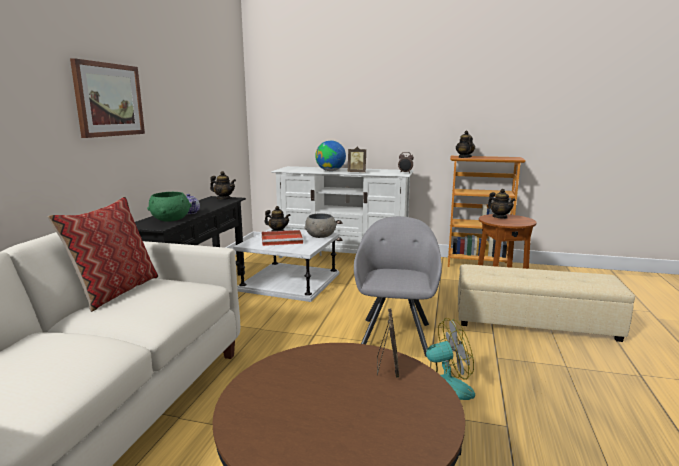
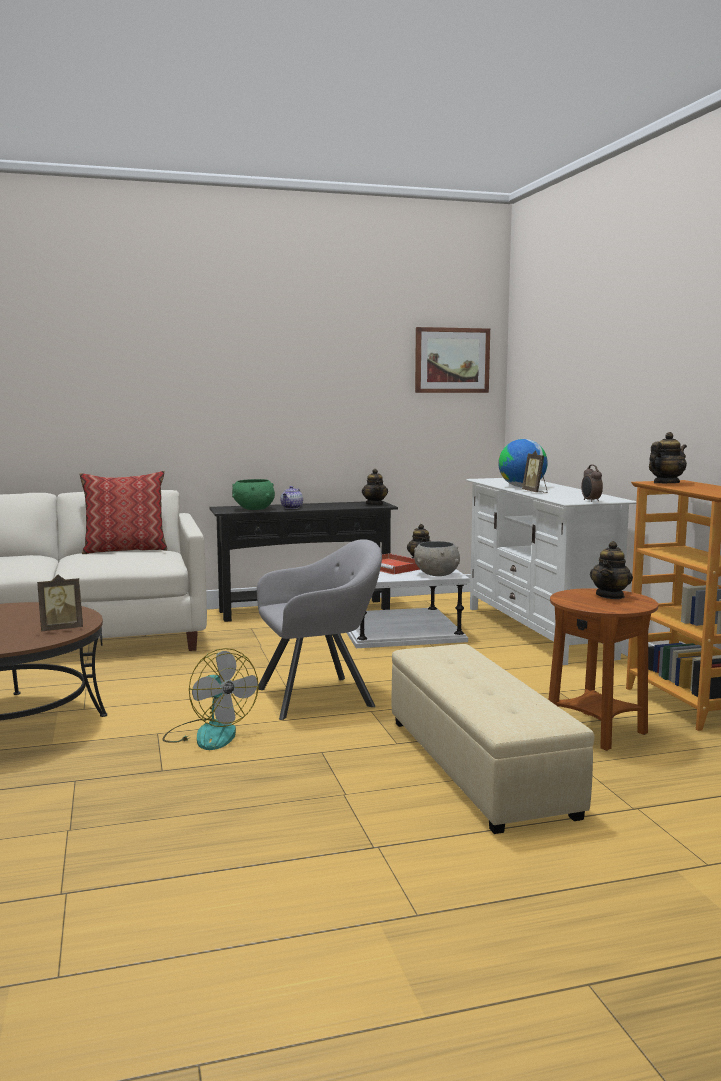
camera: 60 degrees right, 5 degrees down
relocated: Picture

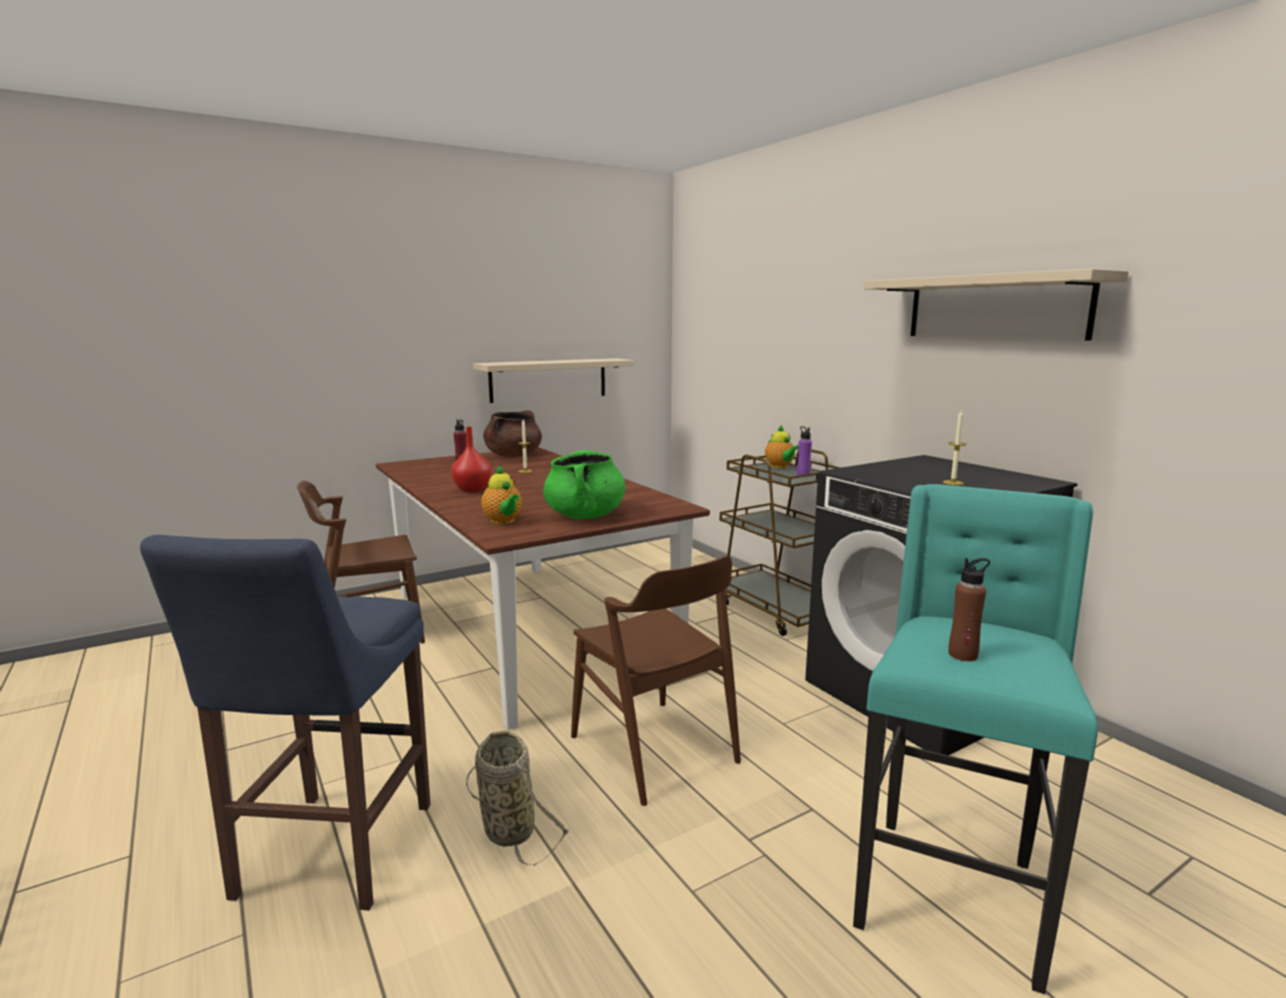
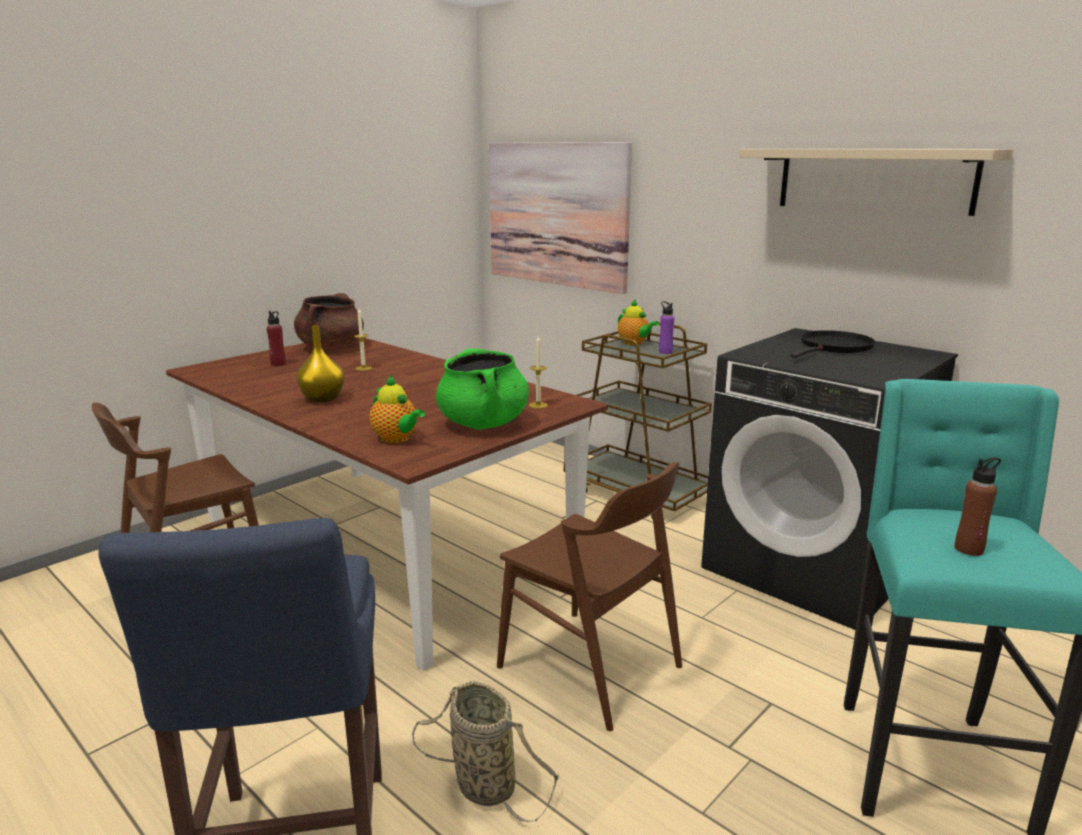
camera: 15 degrees left, 5 degrees up
missing: BeigeShelf (no. 1 from left)
appeared: Picture; BlackFryingPan
relocated: Candle (no. 2 from left)
colour: RedVase to YellowVase

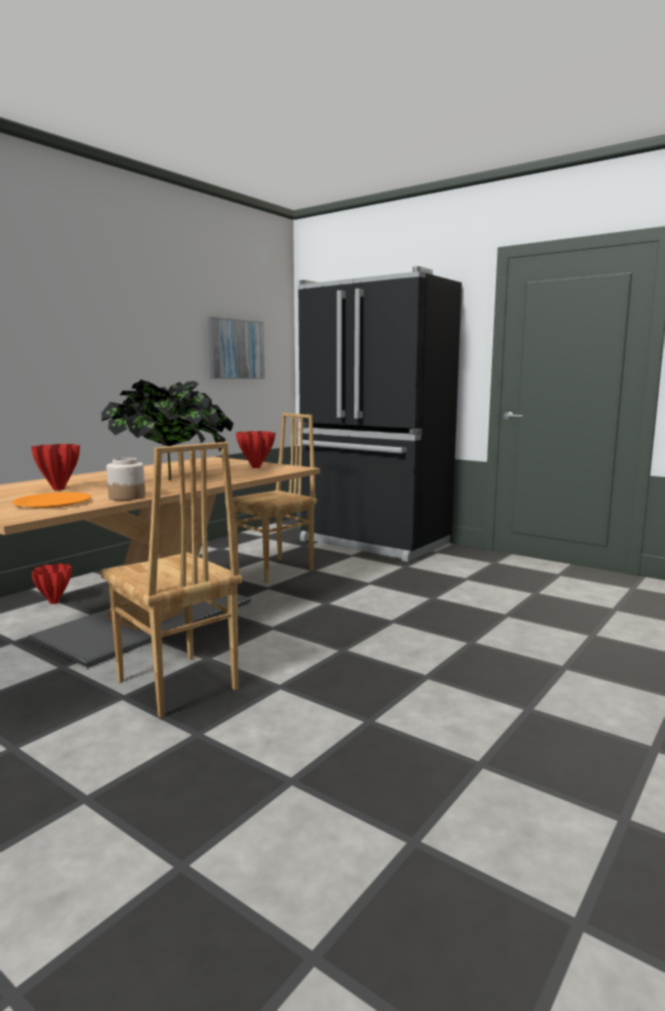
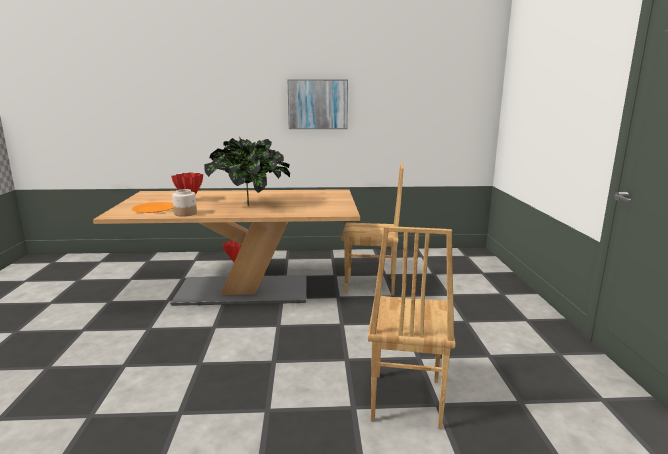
camera: 50 degrees right, 5 degrees up
missing: BlackFridge; RedVase (no. 3 from left)
relocated: Picture; BrownChair (no. 1 from left in the first image) to BrownChair (no. 2 from left)

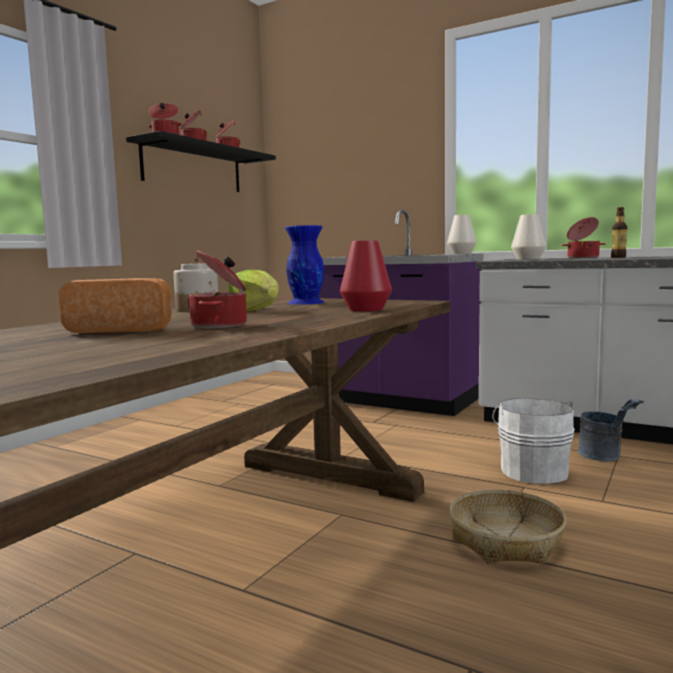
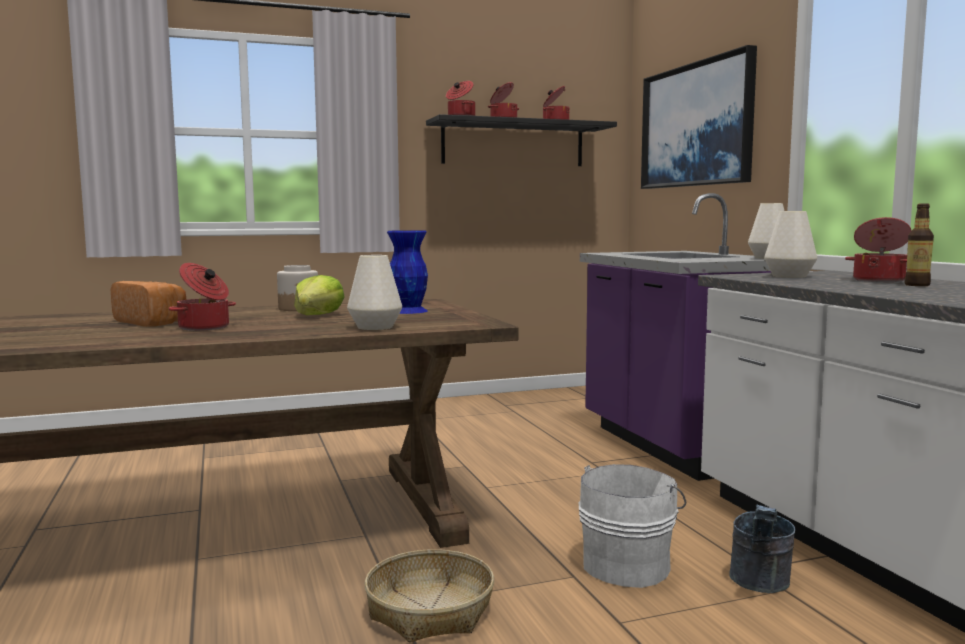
camera: 40 degrees right, 0 degrees up
appeared: Picture
colour: RedVase to WhiteVase (no. 1 from left)

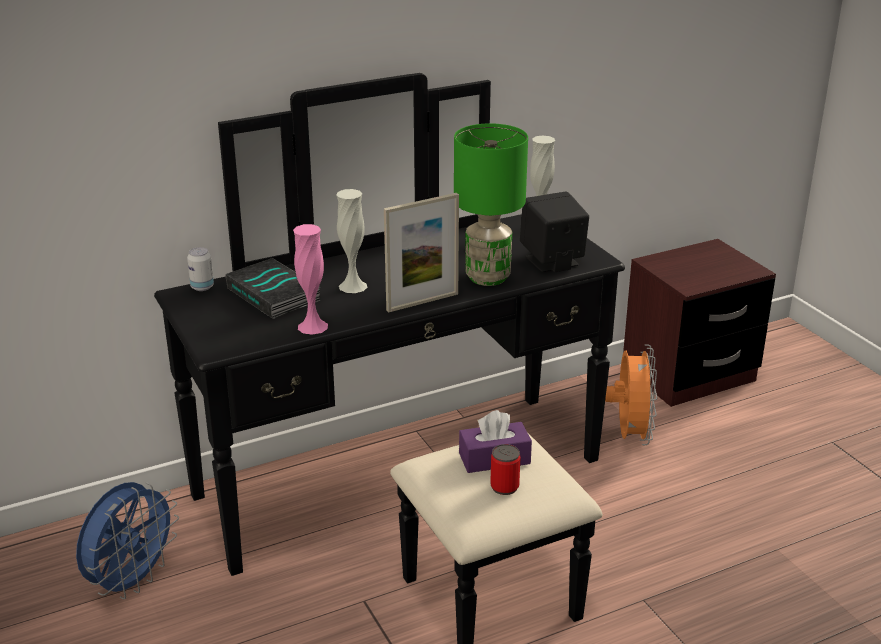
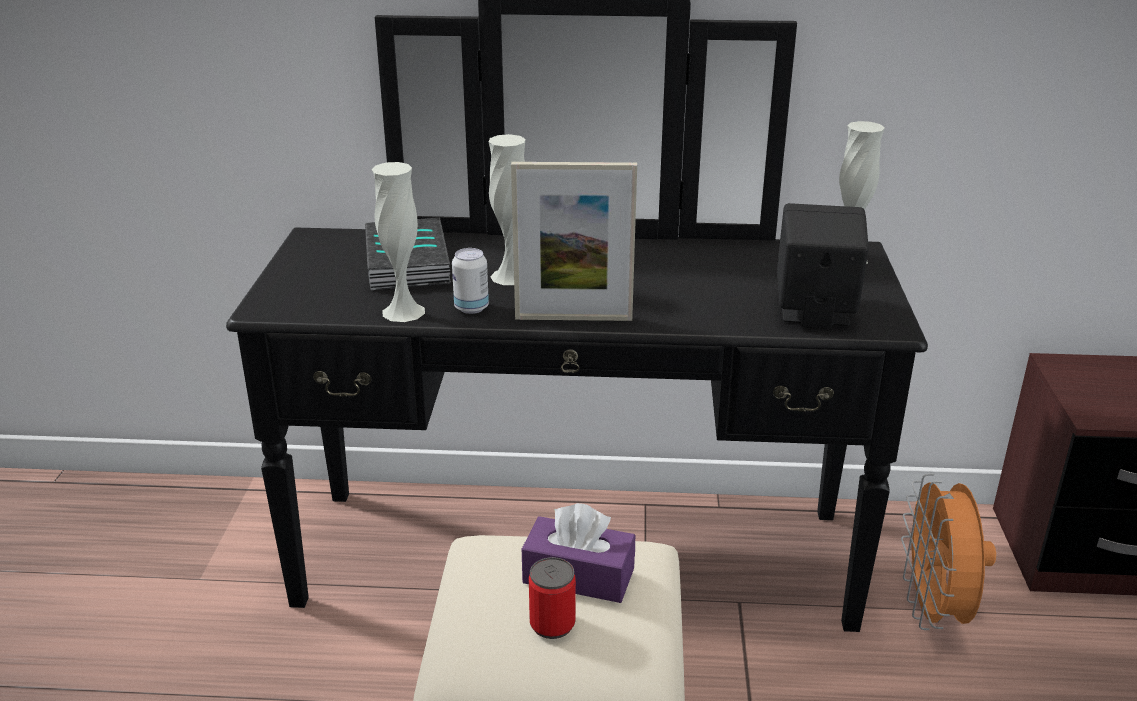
camera: 30 degrees right, 0 degrees up
missing: GreenTableLamp; BlueFan
relocated: Can (no. 1 from left)
colour: PinkVase to WhiteVase (no. 1 from left)
spun: OrangeFan 150 degrees clockwise

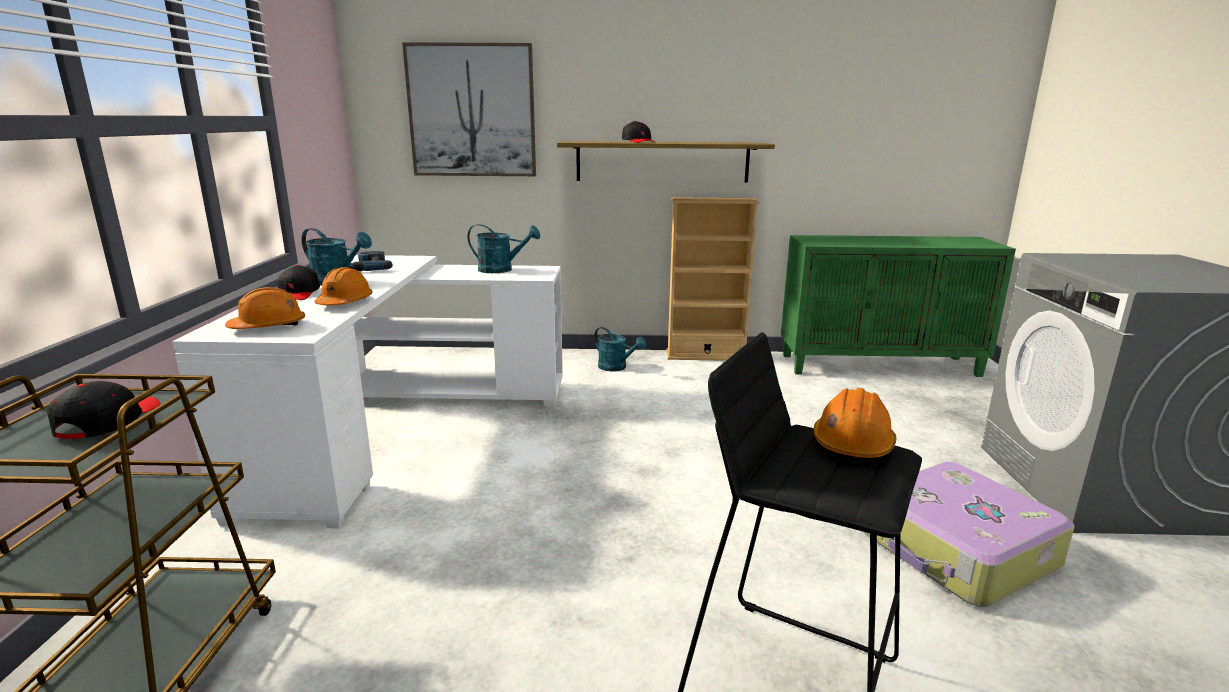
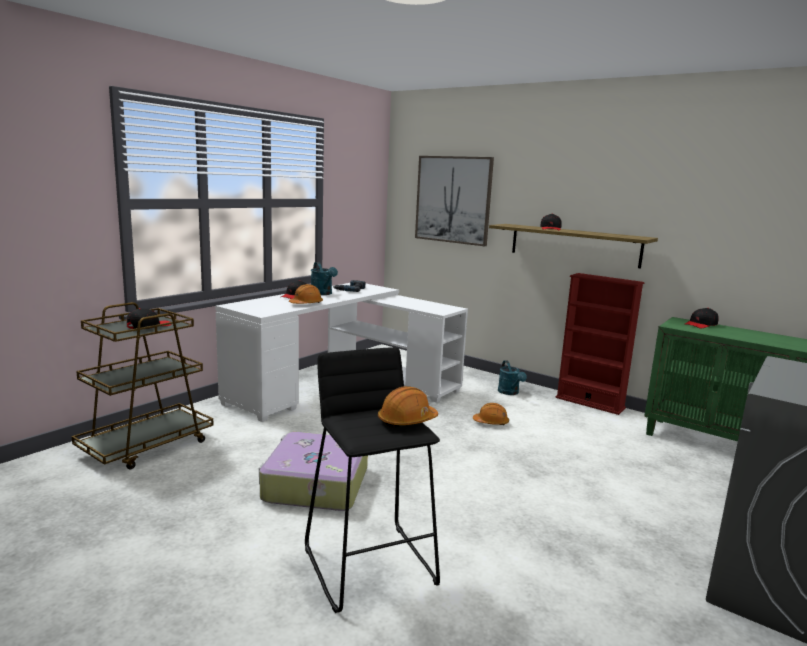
camera: 35 degrees right, 5 degrees down
missing: TurquoiseWateringCan (no. 2 from left)
appeared: BlackCap (no. 4 from left)
relocated: OrangeHardHat (no. 1 from left in the first image) to OrangeHardHat (no. 3 from left); Suitcase
colour: BeigeBookcase to RedBookcase

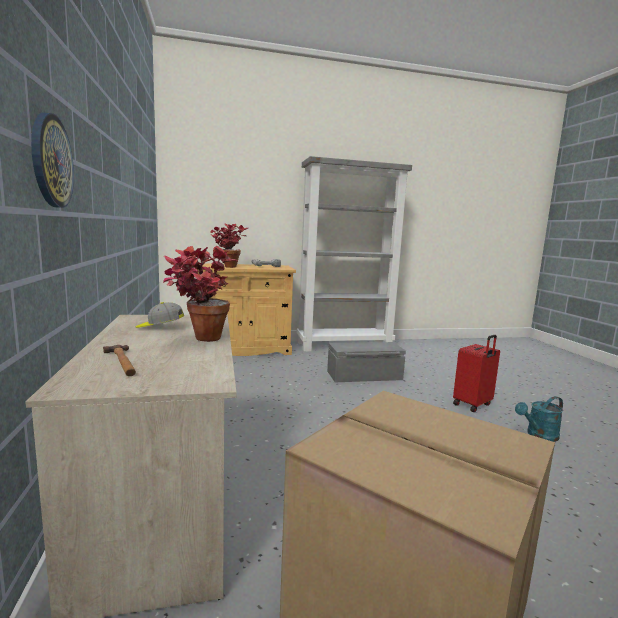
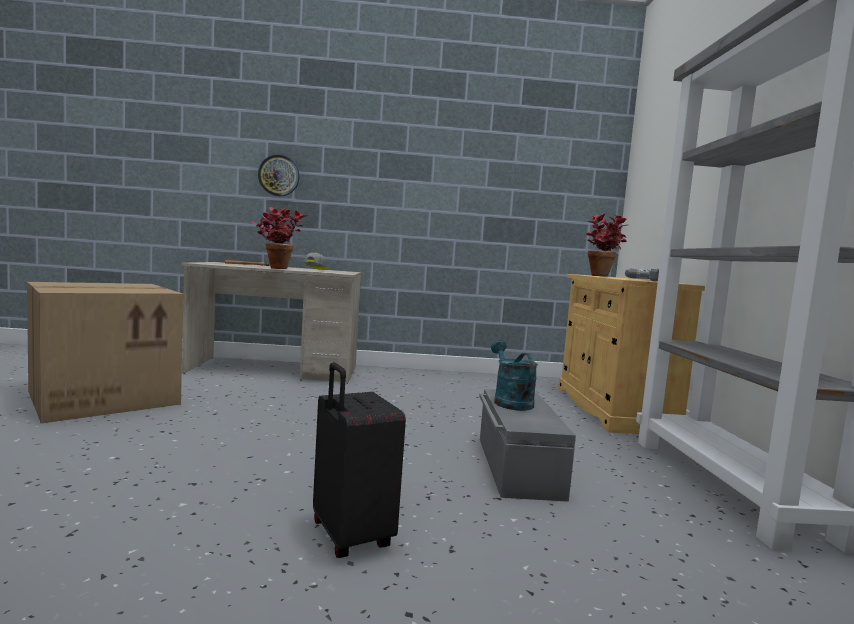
camera: 100 degrees right, 5 degrees down
relocated: TurquoiseWateringCan
colour: RedSuitcase to BlackSuitcase

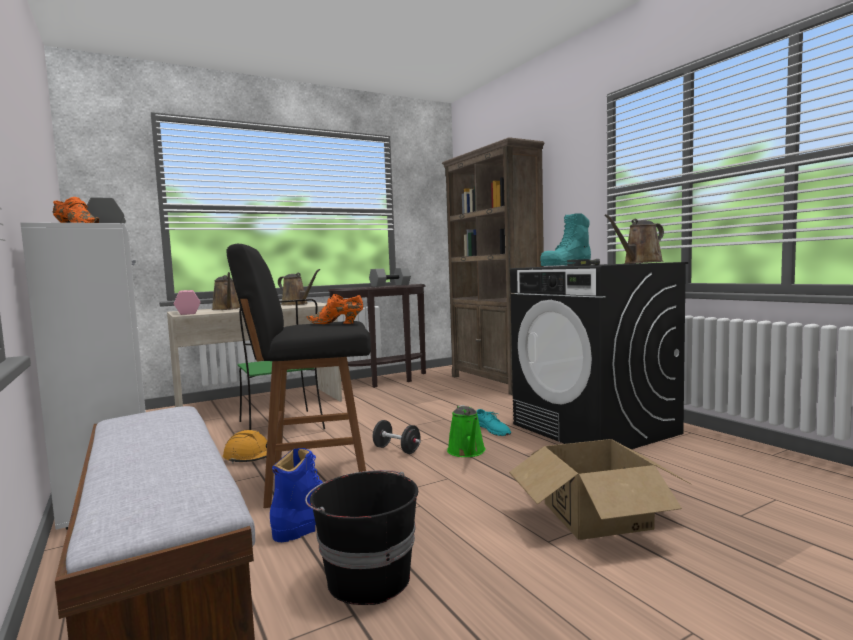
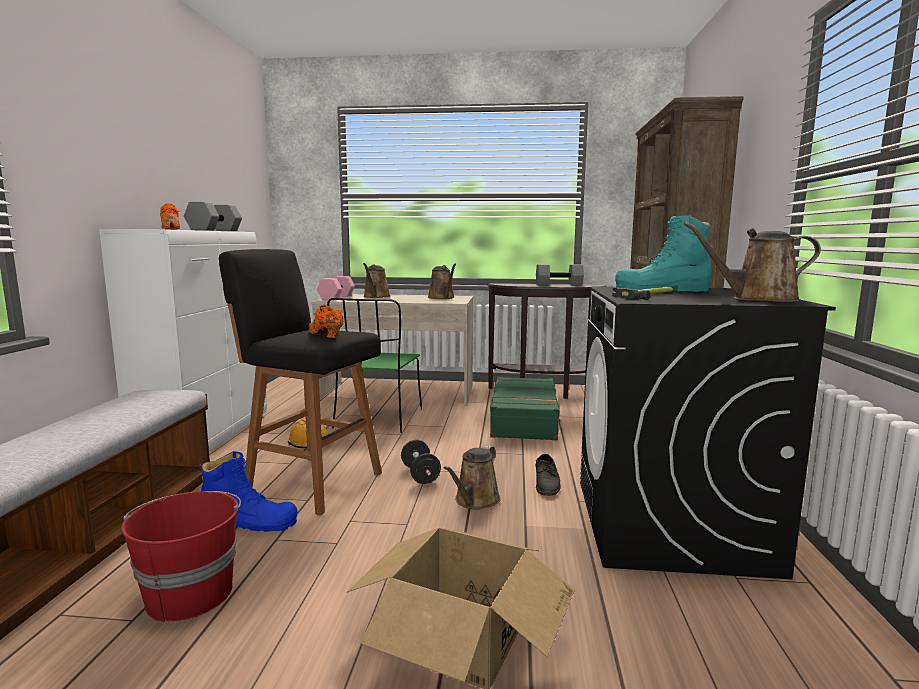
camera: 35 degrees right, 5 degrees up
appeared: GreenSuitcase
colour: GreenWateringCan to BrownWateringCan (no. 3 from left); TurquoiseShoe to GreyShoe; BlackBucket to RedBucket

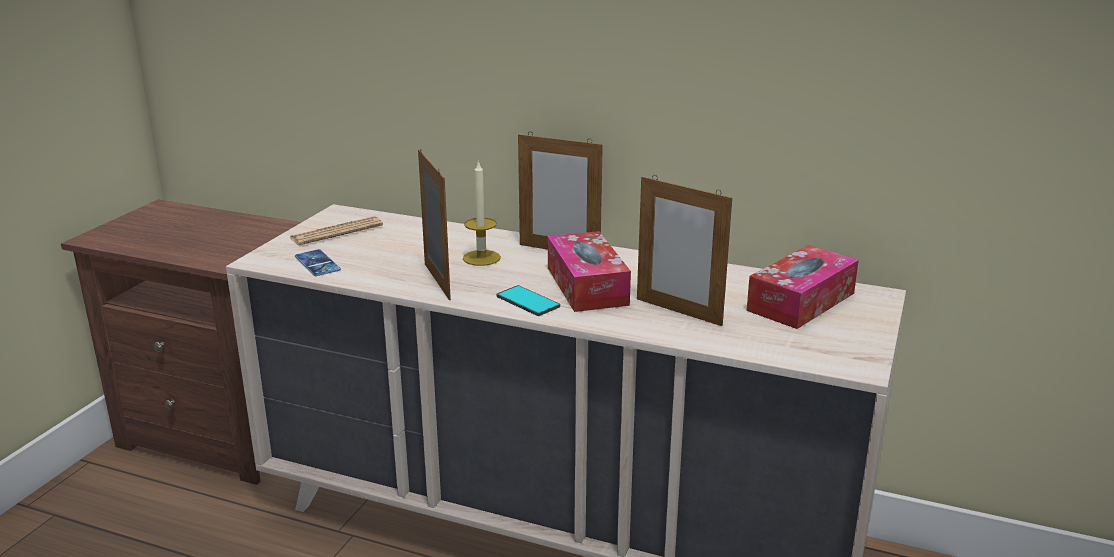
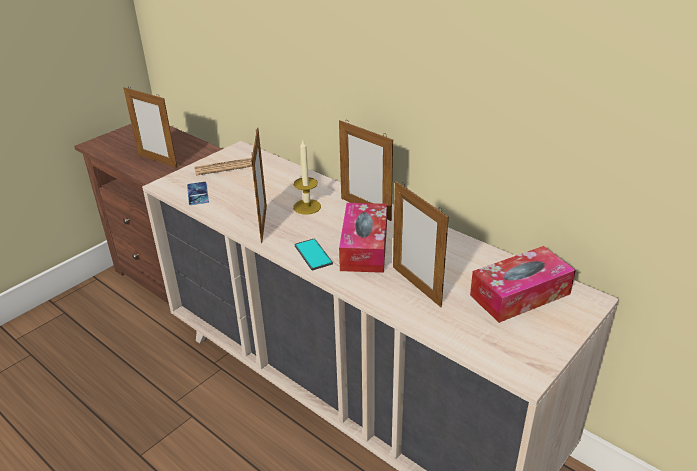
camera: 20 degrees right, 10 degrees up
appeared: PictureFrame (no. 1 from left)

